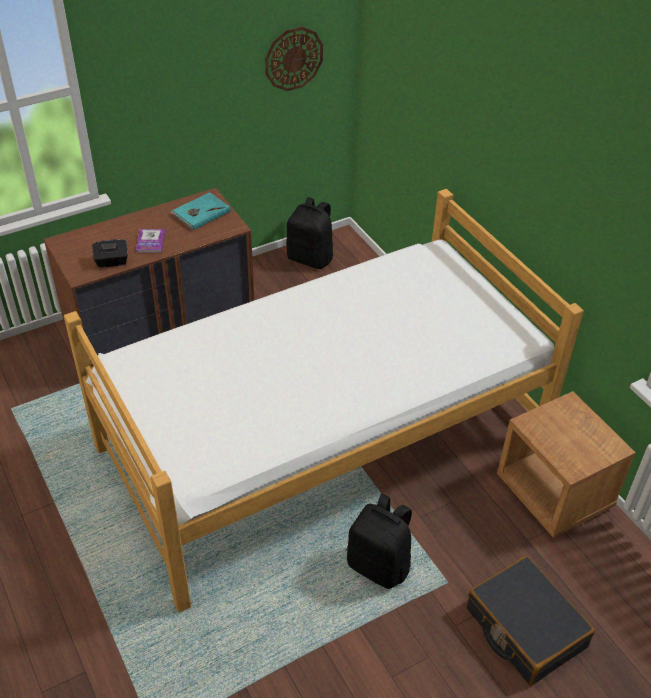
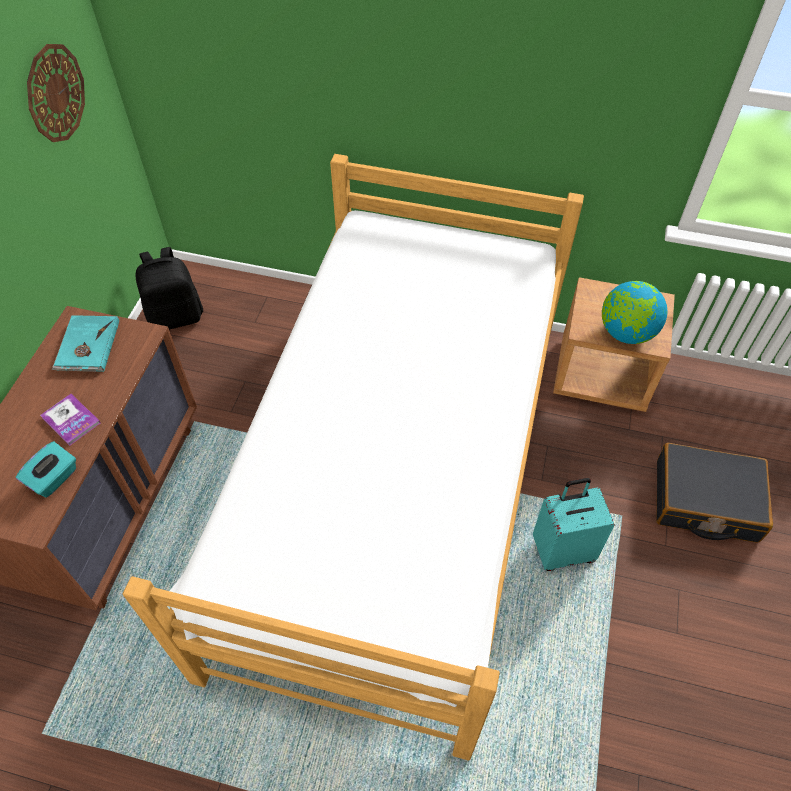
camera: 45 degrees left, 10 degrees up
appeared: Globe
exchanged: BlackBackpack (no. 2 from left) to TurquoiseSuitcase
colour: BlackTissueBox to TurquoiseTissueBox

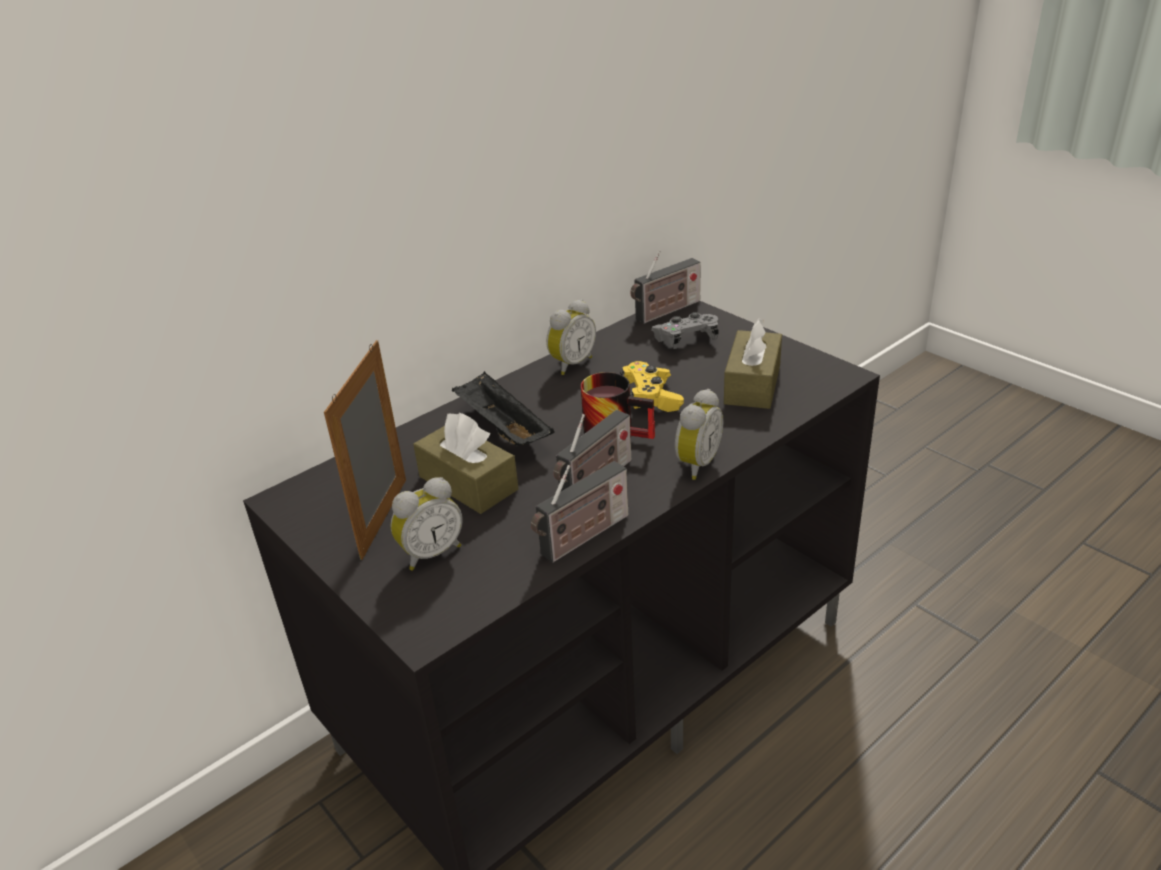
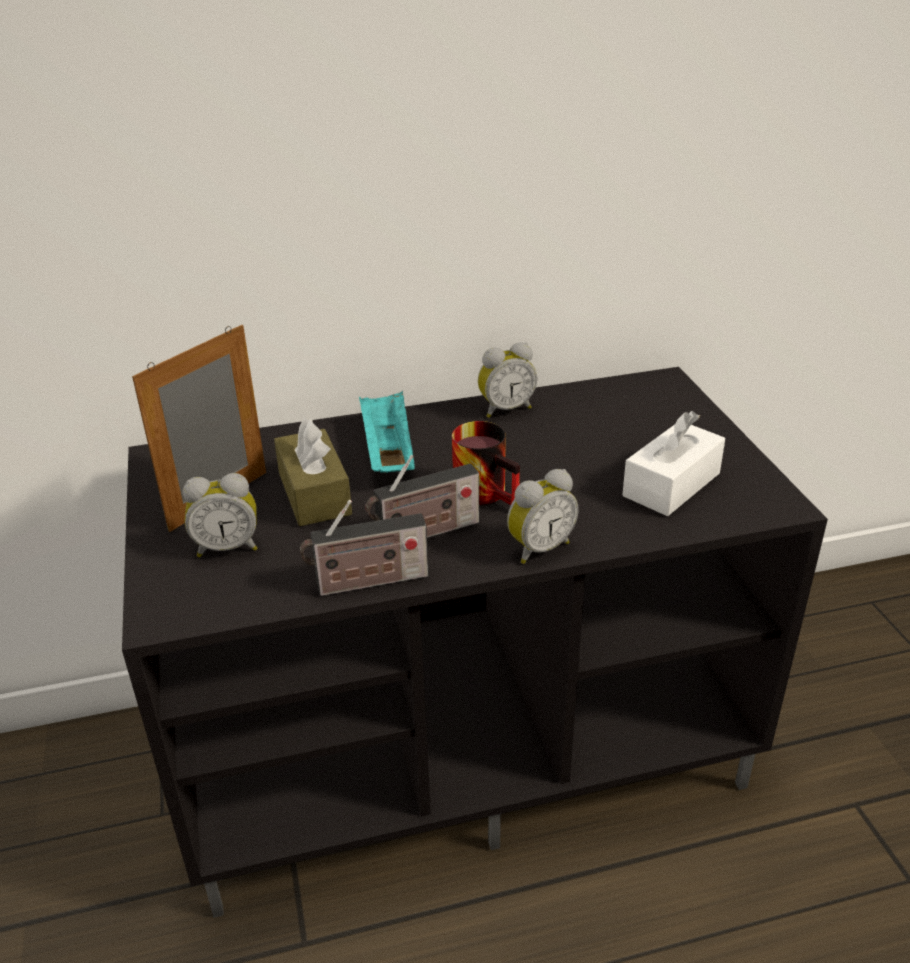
camera: 25 degrees right, 0 degrees up
missing: Radio (no. 3 from left); GreyGameController; YellowGameController
colour: BrownTissueBox (no. 2 from left) to WhiteTissueBox; BlackTray to TurquoiseTray

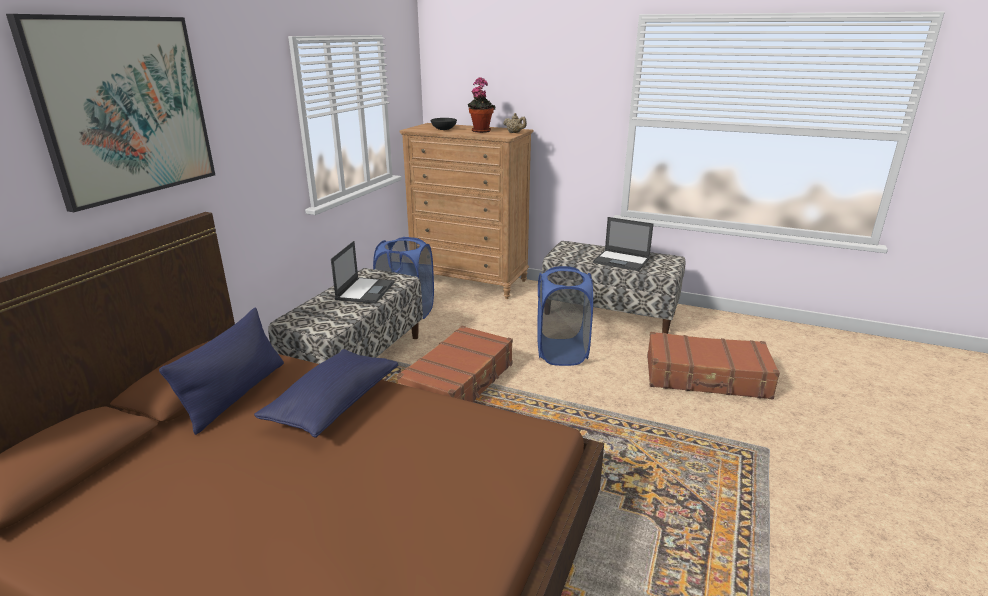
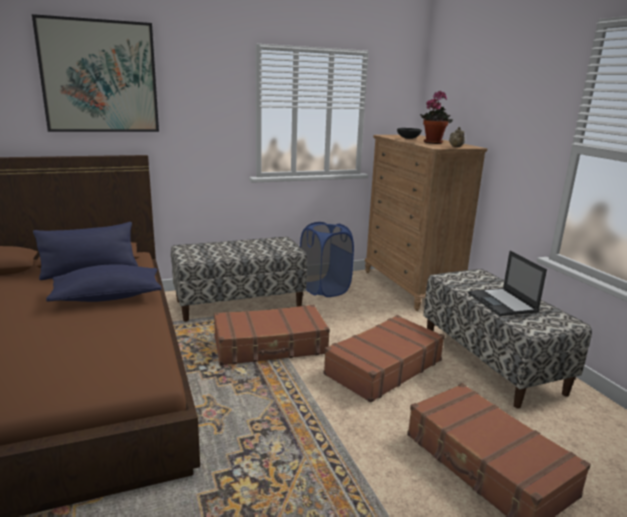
camera: 45 degrees right, 5 degrees down
missing: Laptop (no. 1 from left)
exchanged: BlueLaundryBasket (no. 2 from left) to BrownSuitcase (no. 2 from left)

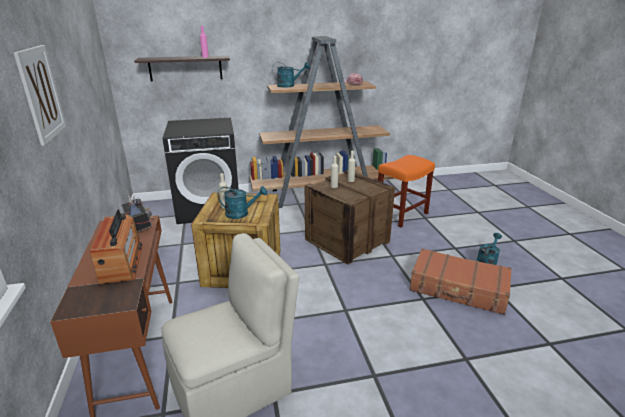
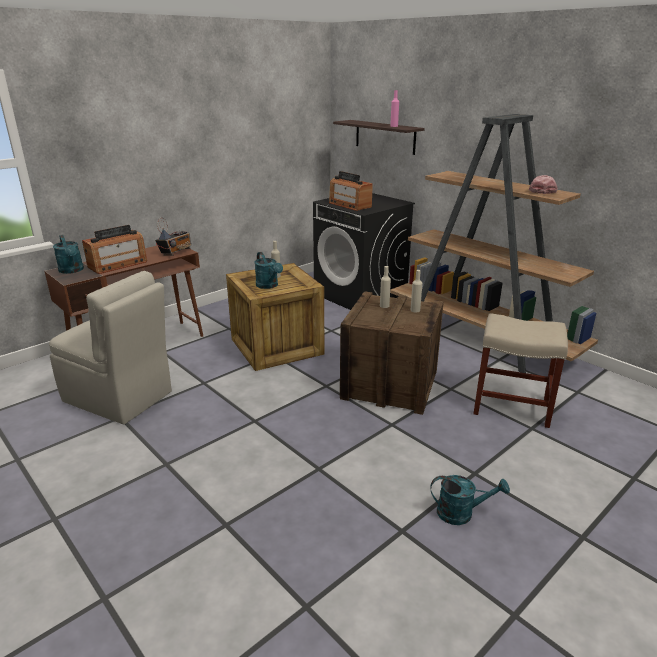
camera: 60 degrees right, 0 degrees up
missing: Picture; BrownSuitcase
appeared: Radio (no. 3 from left)
relocated: TurquoiseWateringCan (no. 2 from left in the first image) to TurquoiseWateringCan (no. 1 from left)
colour: OrangeStool to BeigeStool

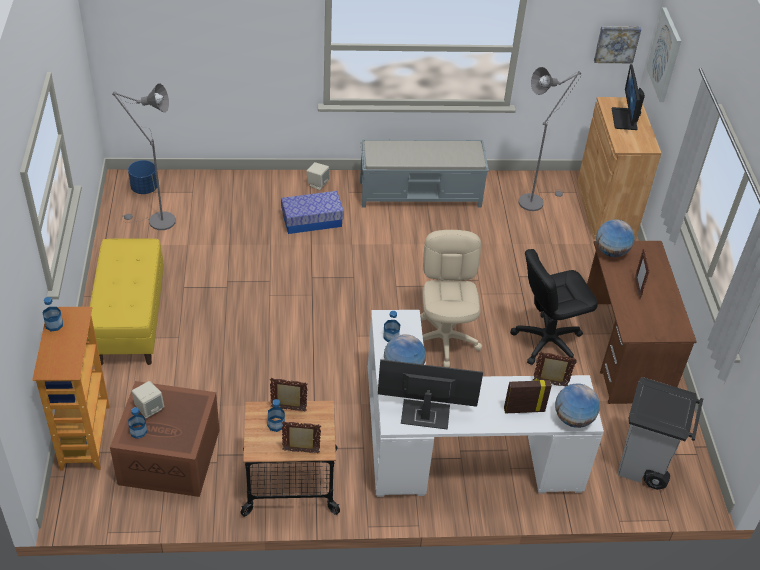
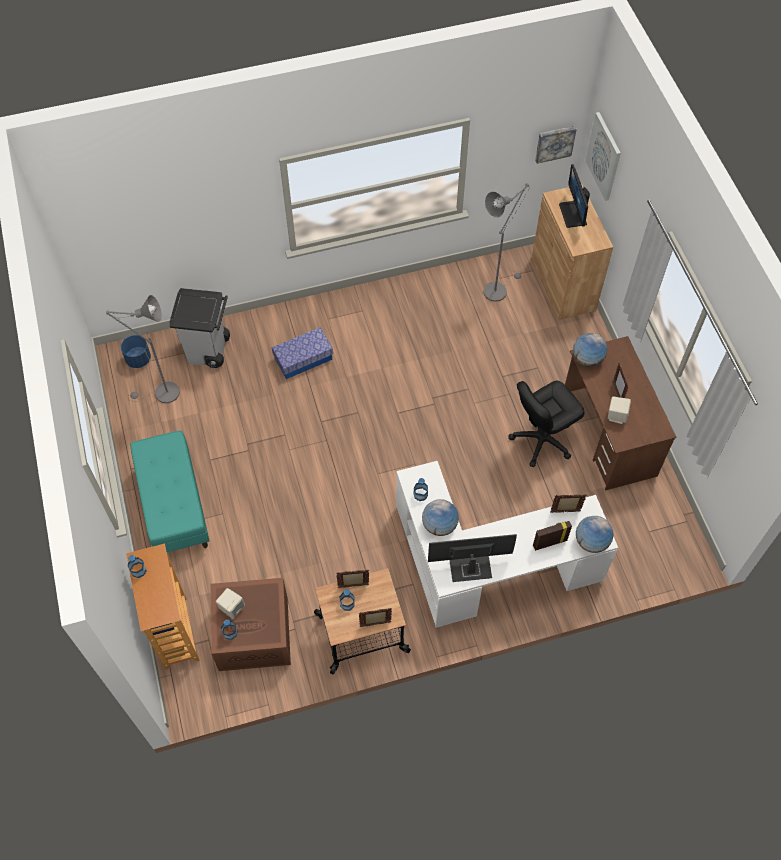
camera: 10 degrees left, 15 degrees up
missing: GreyBench; BeigeOfficeChair
relocated: BeigeSpeaker (no. 2 from left); GreyTrashCan
colour: YellowBench to TurquoiseBench

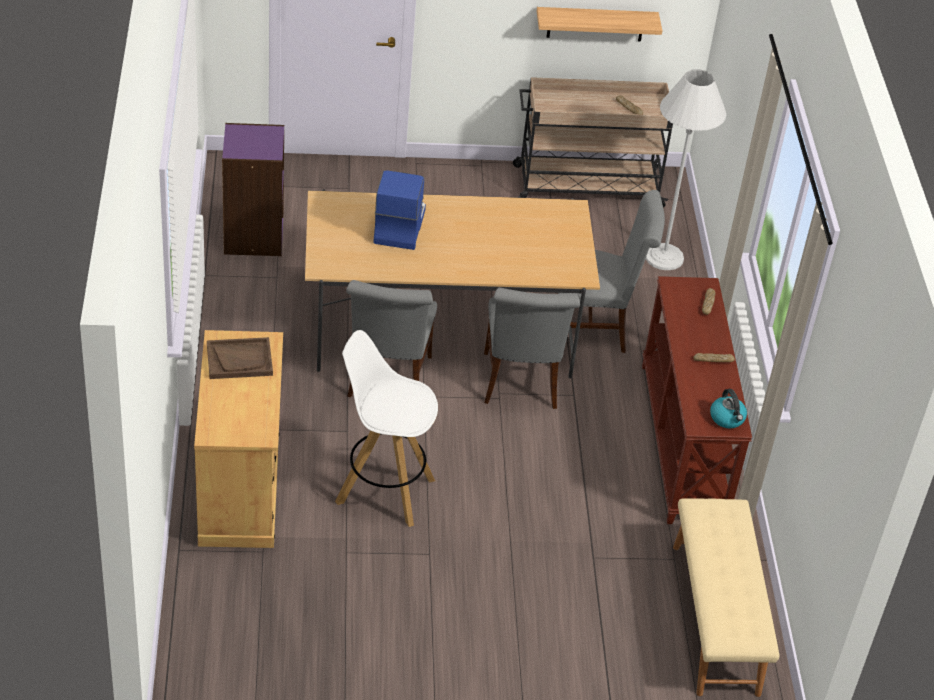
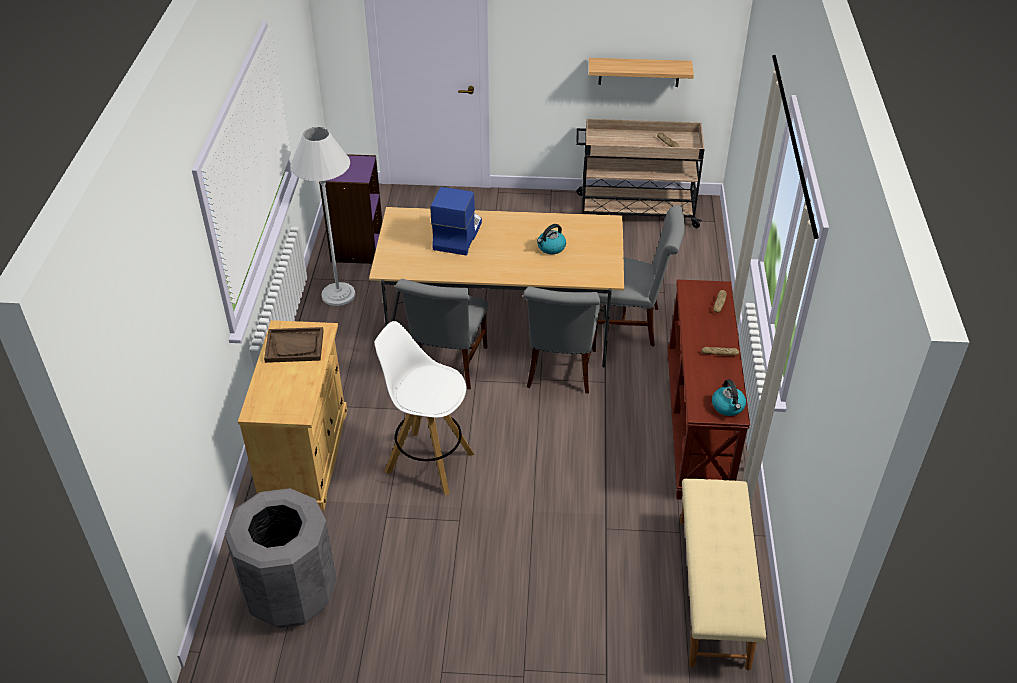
camera: 10 degrees right, 0 degrees up
appeared: Kettle (no. 1 from left); GreyTrashCan
relocated: WhiteFloorLamp

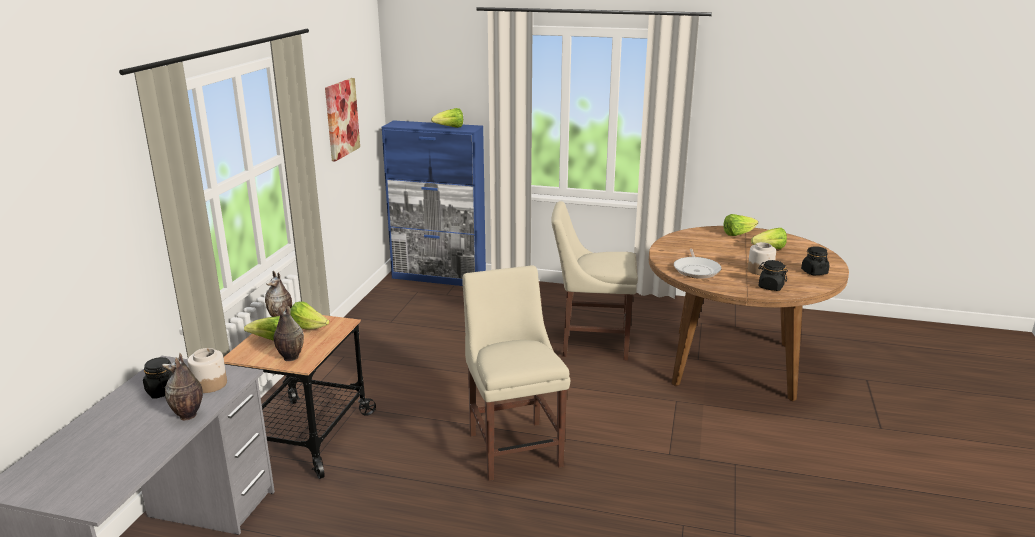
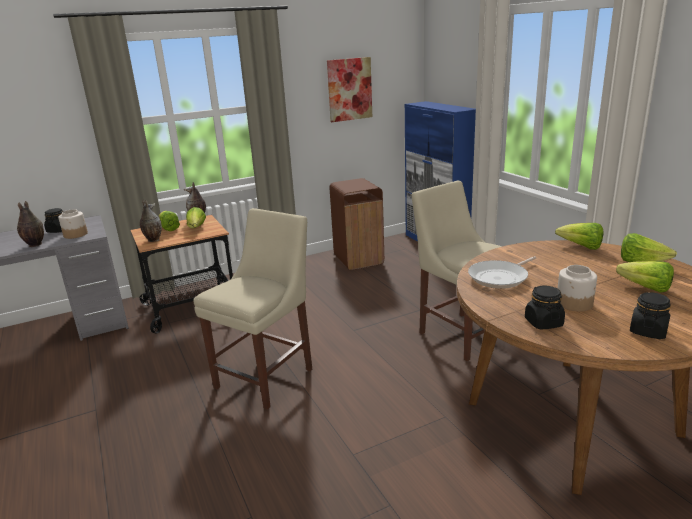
camera: 50 degrees right, 0 degrees up
appeared: BrownTrashCan
relocated: Lettuce (no. 3 from left)

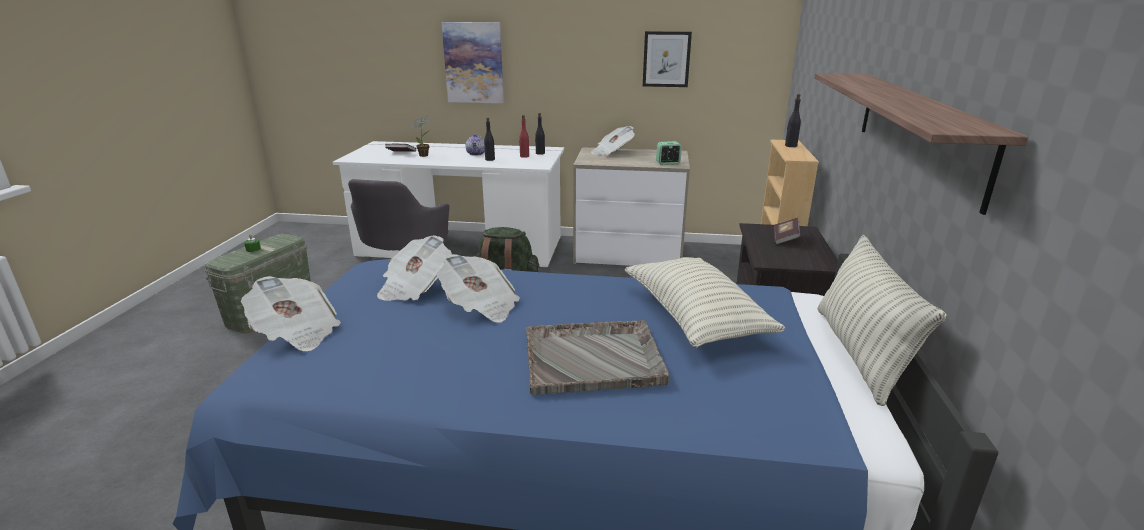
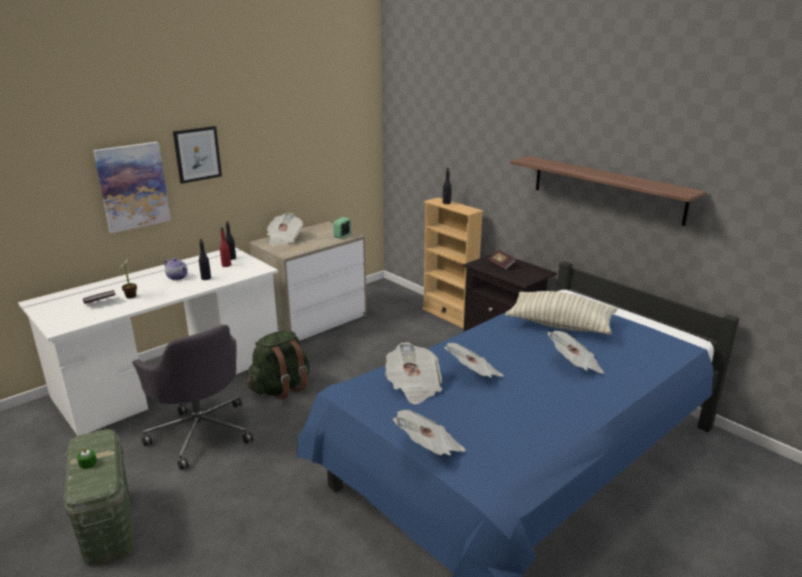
camera: 50 degrees left, 0 degrees up
missing: Pillow (no. 2 from left)
relocated: Picture (no. 2 from left)
exchanged: GreyTray to Newspaper (no. 5 from left)

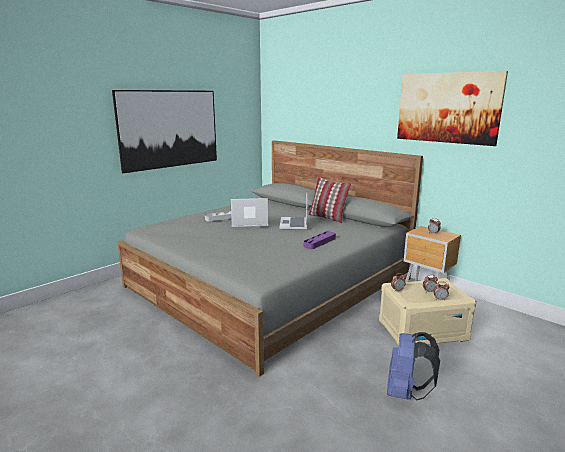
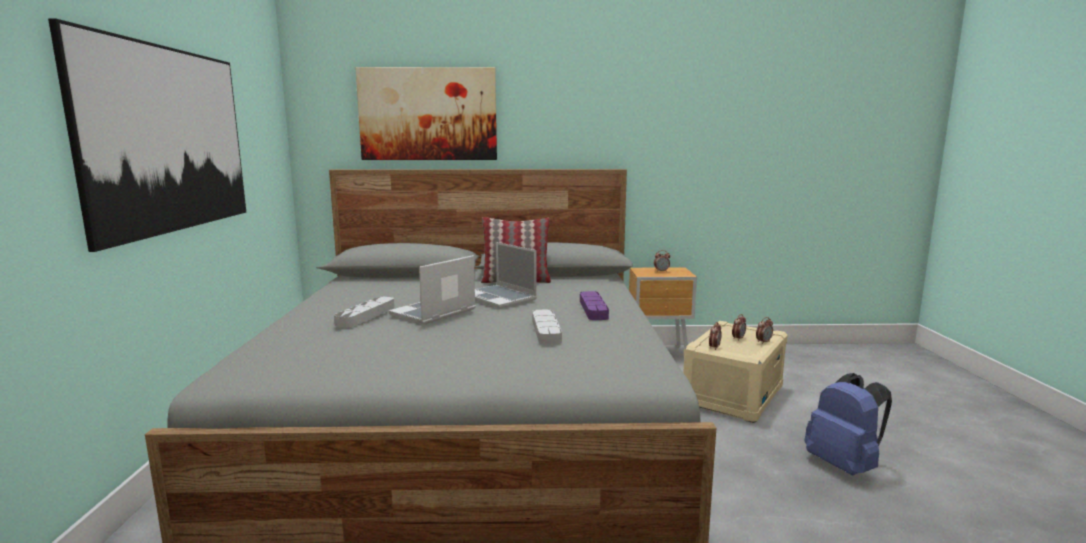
camera: 45 degrees left, 5 degrees down
appeared: GreyTray (no. 2 from left)
relocated: Picture (no. 2 from left)

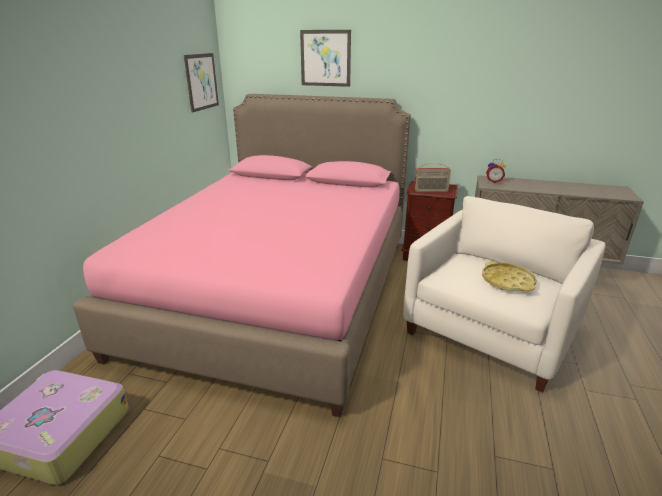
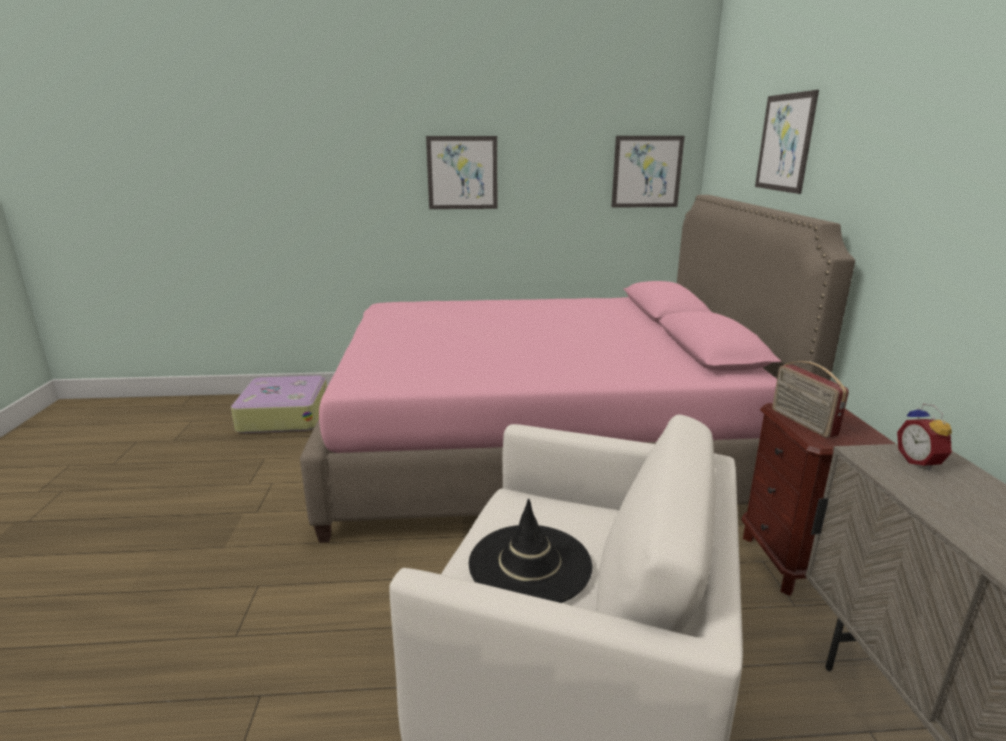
camera: 70 degrees right, 5 degrees down
appeared: Picture (no. 1 from left)
exchanged: YellowTray to BlackHat

